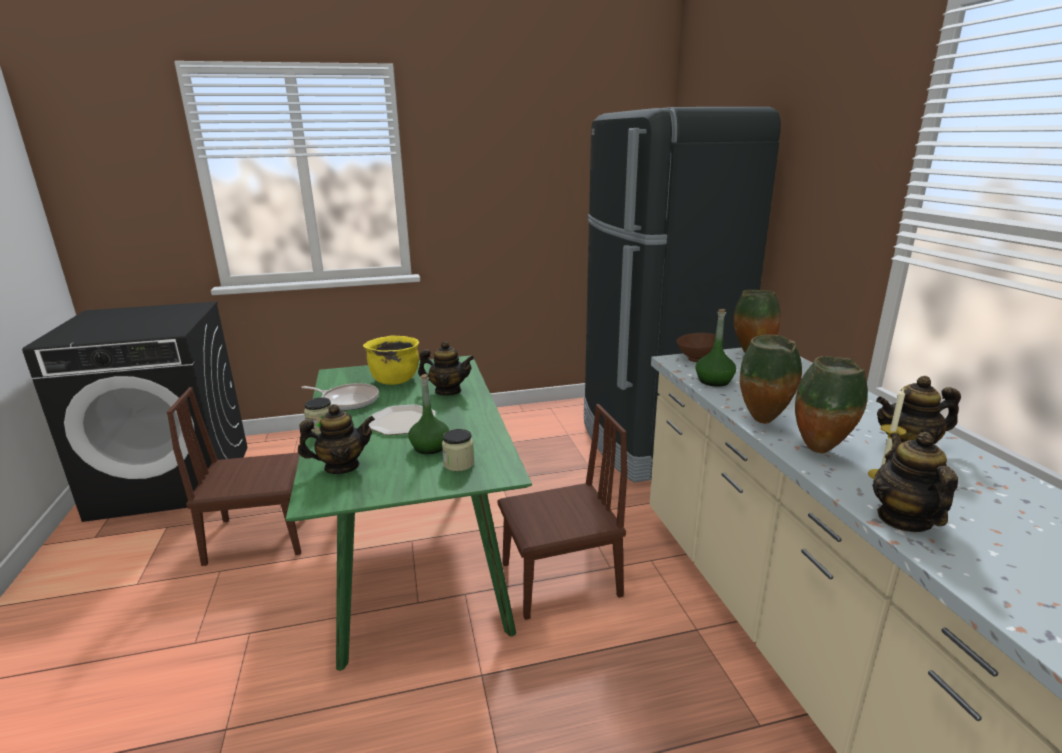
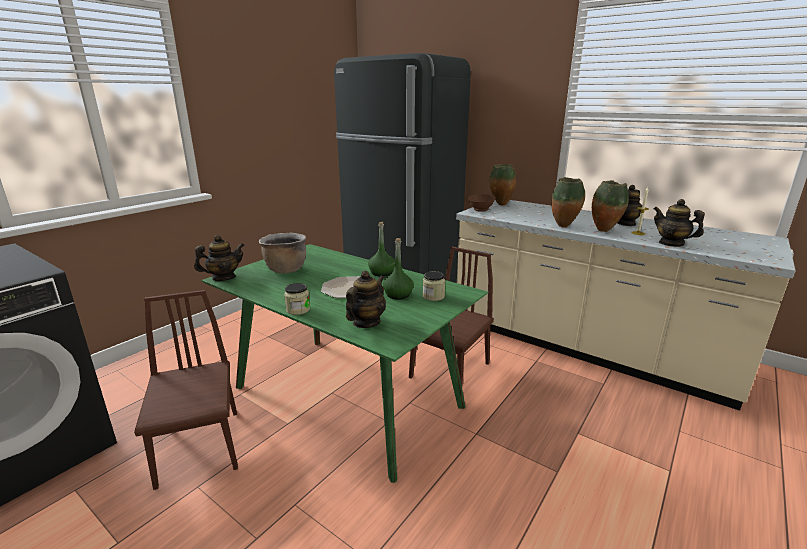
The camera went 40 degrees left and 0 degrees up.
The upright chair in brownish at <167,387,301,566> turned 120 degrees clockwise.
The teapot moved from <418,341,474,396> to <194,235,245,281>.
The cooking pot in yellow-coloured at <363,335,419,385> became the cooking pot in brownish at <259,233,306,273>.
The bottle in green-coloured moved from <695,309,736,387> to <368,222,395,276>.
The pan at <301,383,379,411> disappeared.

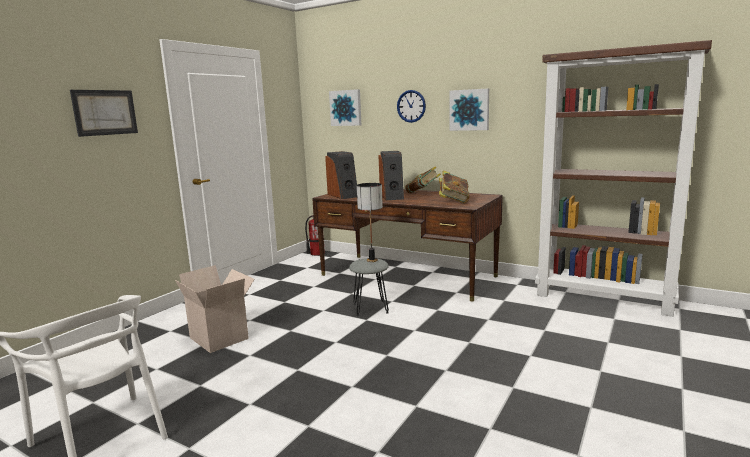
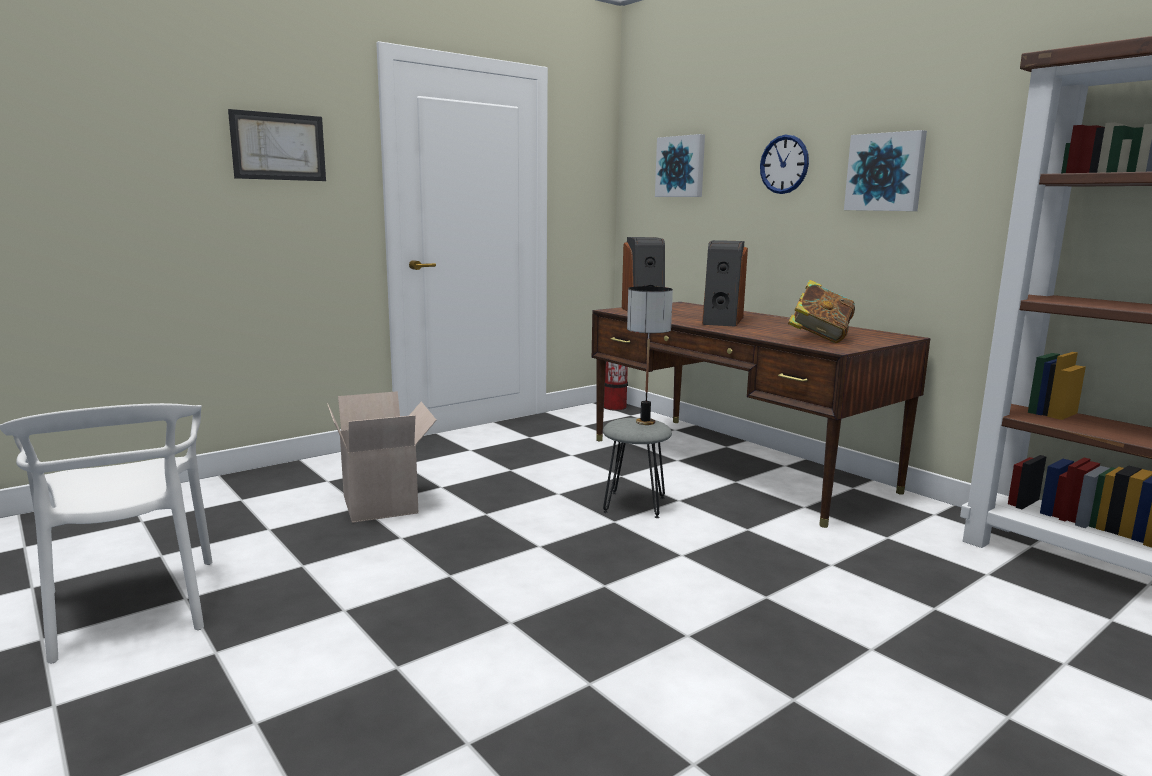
The camera went 20 degrees right and 0 degrees up.
The bound book at <405,166,441,193> disappeared.

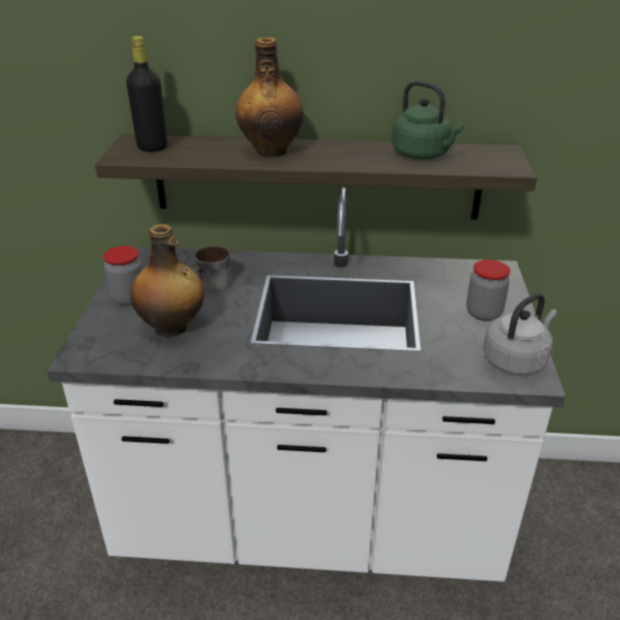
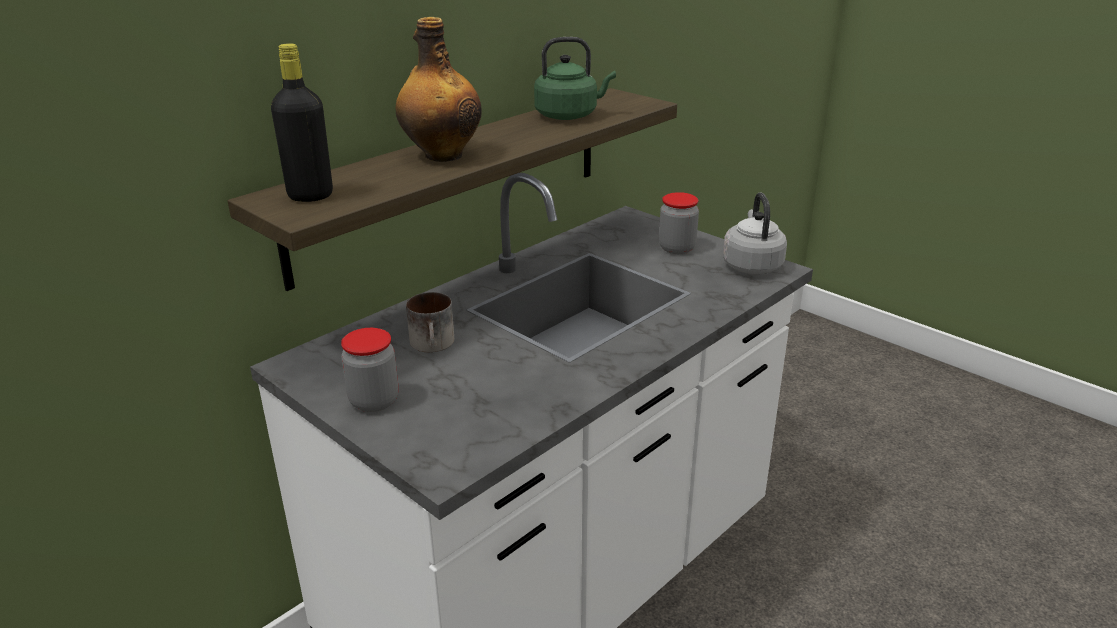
The camera went 50 degrees left and 5 degrees down.
The bottle at <130,224,204,337> disappeared.

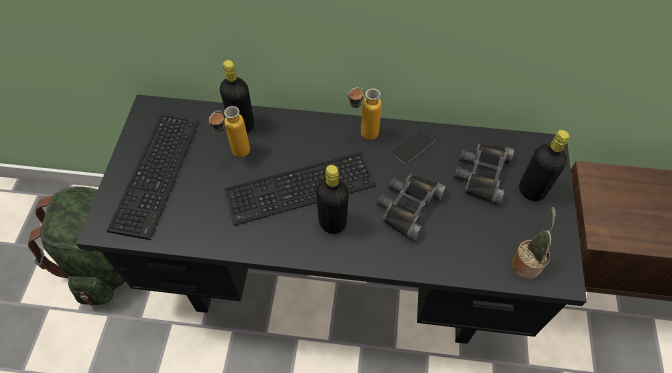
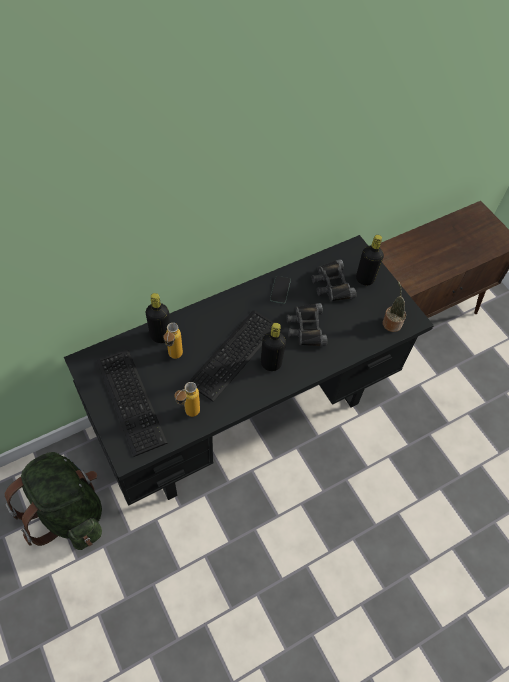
The camera went 40 degrees left and 0 degrees up.
The bottle moved from <348,87,382,140> to <174,382,200,417>.

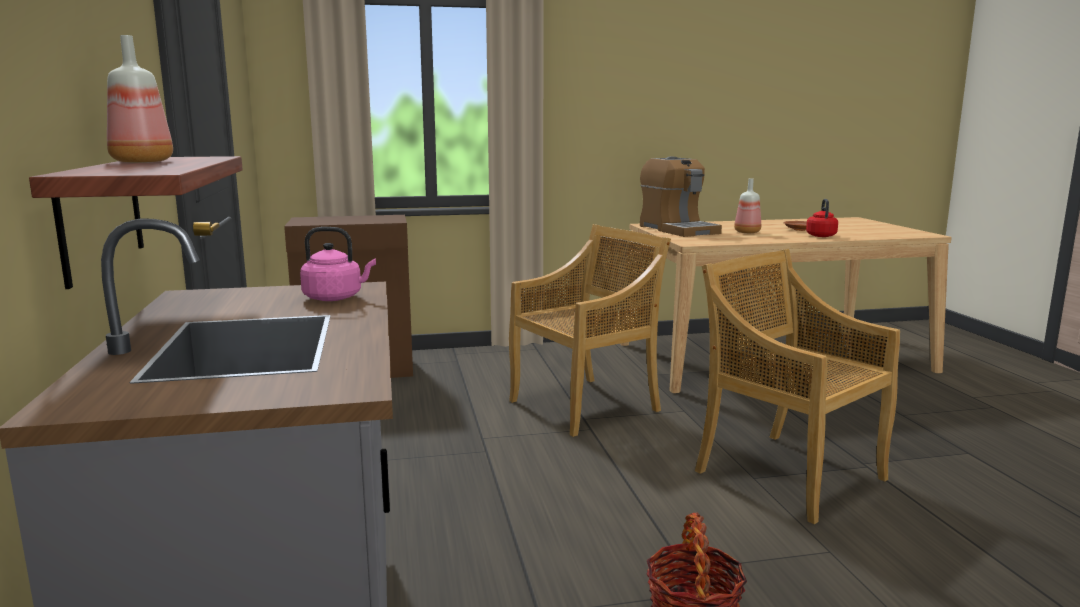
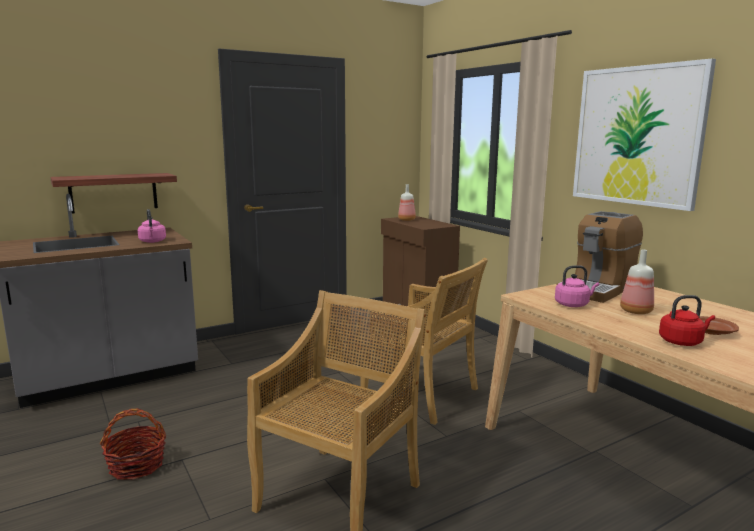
The camera went 70 degrees right and 0 degrees up.
The bottle moved from <107,35,173,163> to <398,184,416,221>.
The kettle in pink-coloured at <555,265,599,307> appeared.
The picture at <573,58,716,211> appeared.

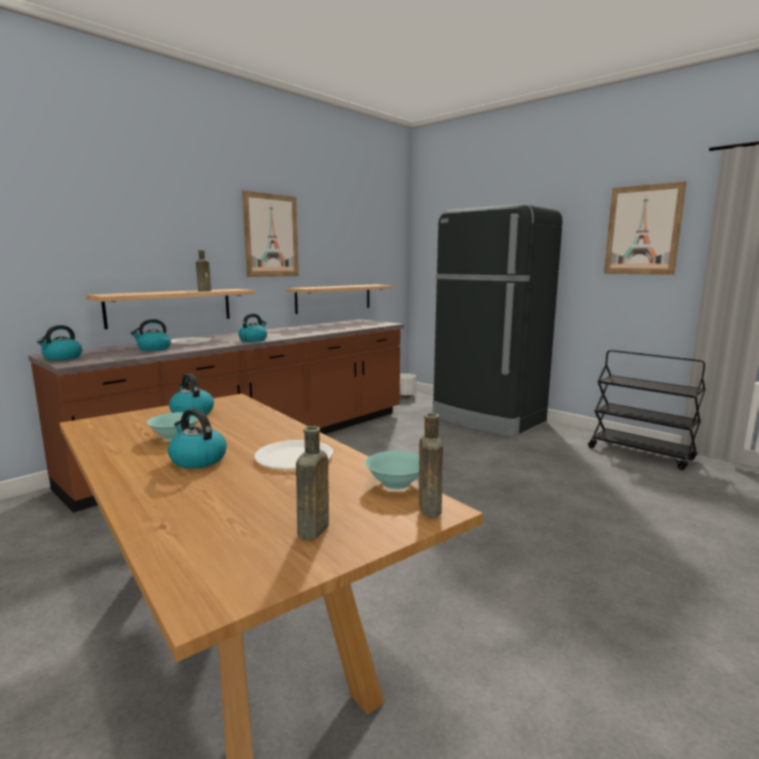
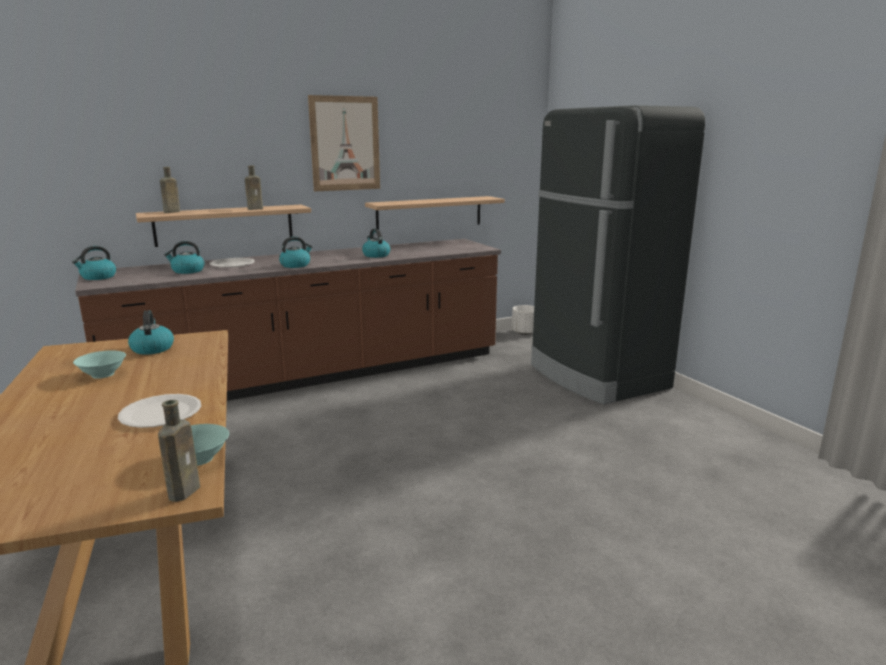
The camera went 20 degrees right and 5 degrees up.
The bottle in brownish moved from <296,426,329,540> to <160,167,180,213>.
The kettle moved from <168,409,227,468> to <362,229,390,258>.
The wheeled cart in black at <588,350,705,470> disappeared.
The picture at <604,181,686,275> disappeared.

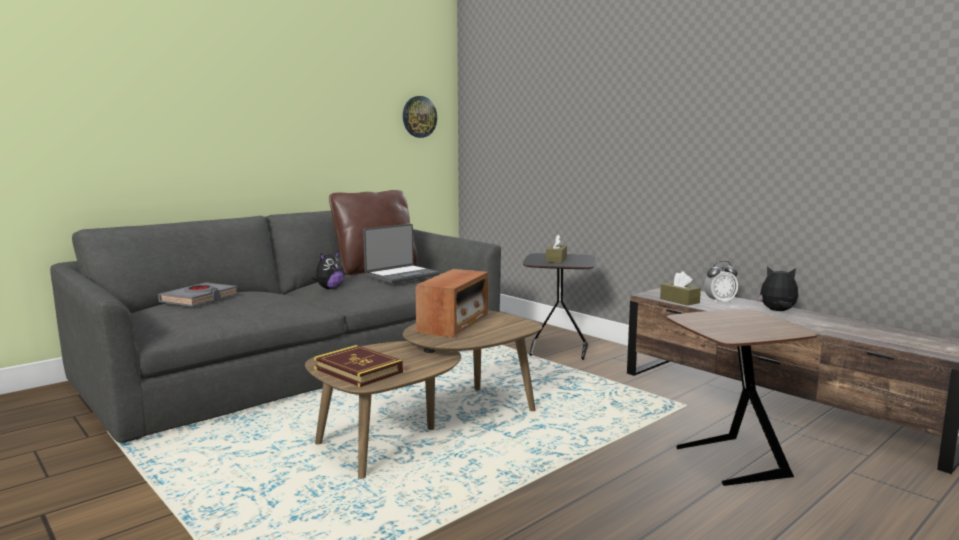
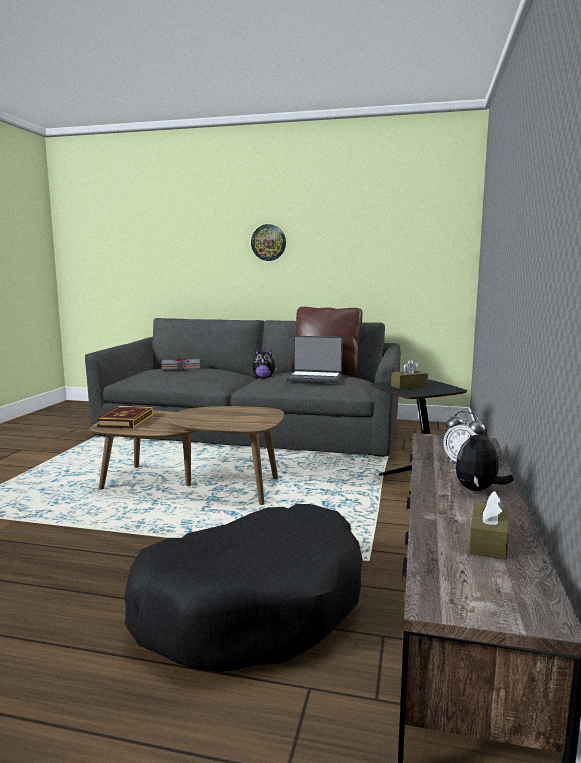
The camera went 55 degrees right and 0 degrees up.
The accent table in brownish at <666,309,817,486> was replaced by the dog bed in black at <124,504,363,672>.
The hanging clock moved from <403,96,437,138> to <251,224,286,261>.
The soft toy at <758,267,799,311> turned 120 degrees counterclockwise.
The box of tissues in brownish moved from <660,271,701,306> to <469,491,509,560>.
The radio at <415,269,488,337> disappeared.

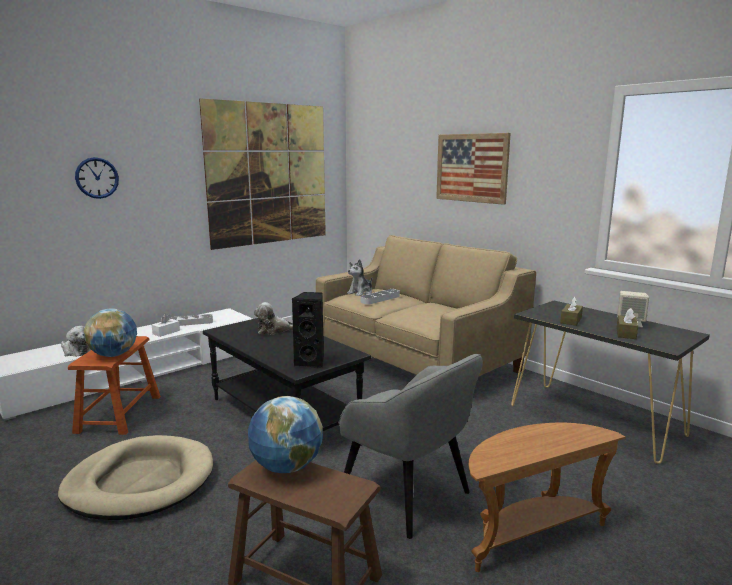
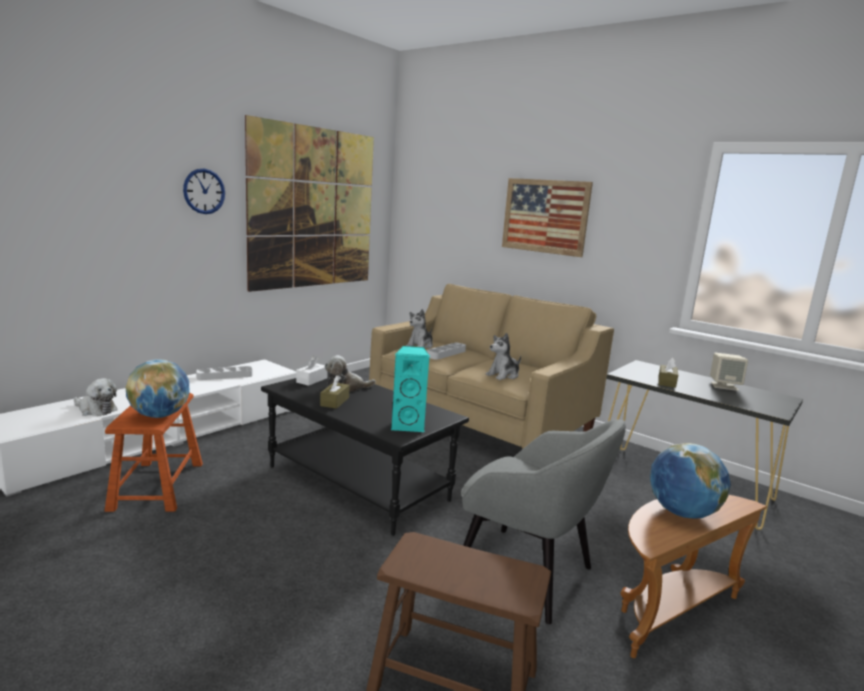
The camera went 10 degrees left and 0 degrees up.
The hanging clock moved from <75,157,119,199> to <183,169,225,214>.
The box of tissues in whitish moved from <152,313,180,337> to <296,356,328,386>.
The box of tissues in brownish moved from <616,308,638,339> to <320,375,350,409>.
The speaker in black at <291,292,324,368> became the speaker in turquoise-coloured at <391,346,429,433>.
The soft toy at <486,333,521,380> appeared.
The desk globe moved from <248,396,323,473> to <650,443,731,519>.
The dog bed in beige-coloured at <58,435,213,520> disappeared.

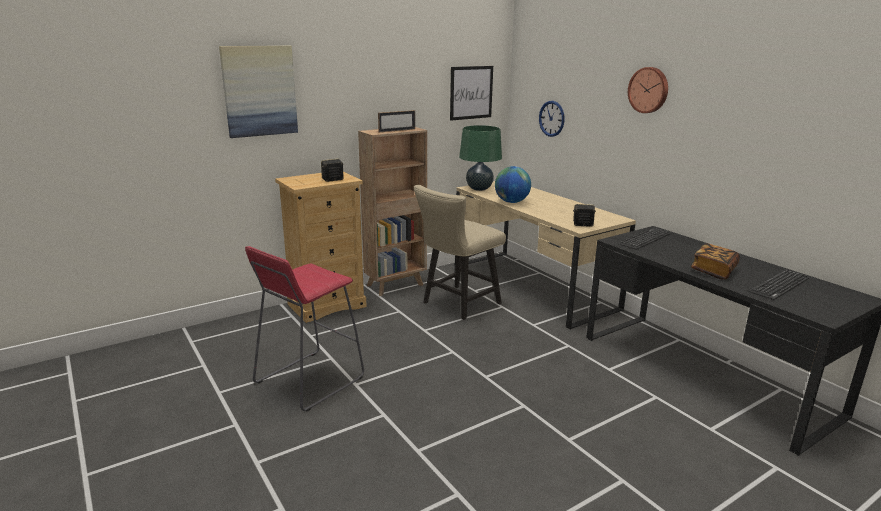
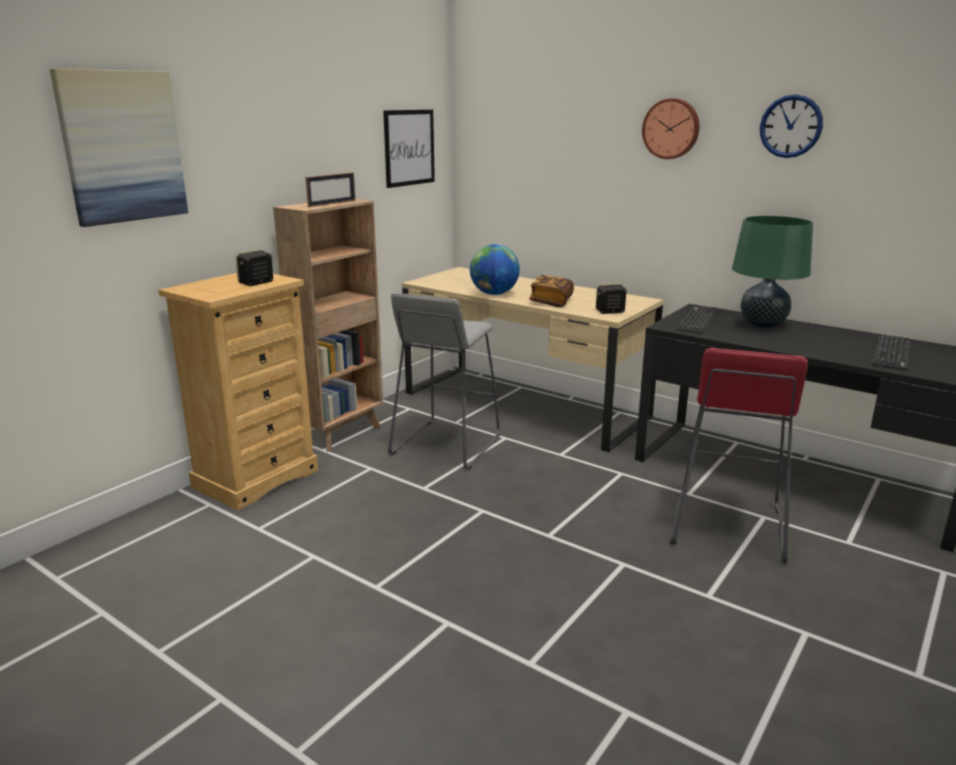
The camera went 20 degrees left and 0 degrees up.
The upright chair in beige-coloured at <413,185,506,320> was replaced by the sitting stool in gray at <388,293,500,470>.
The bound book moved from <691,243,740,280> to <529,275,574,307>.
The sitting stool in red moved from <245,246,364,412> to <670,348,808,564>.
The lamp for a table in green-coloured moved from <459,125,502,191> to <732,215,813,328>.
The hanging clock moved from <539,101,565,137> to <760,94,823,158>.

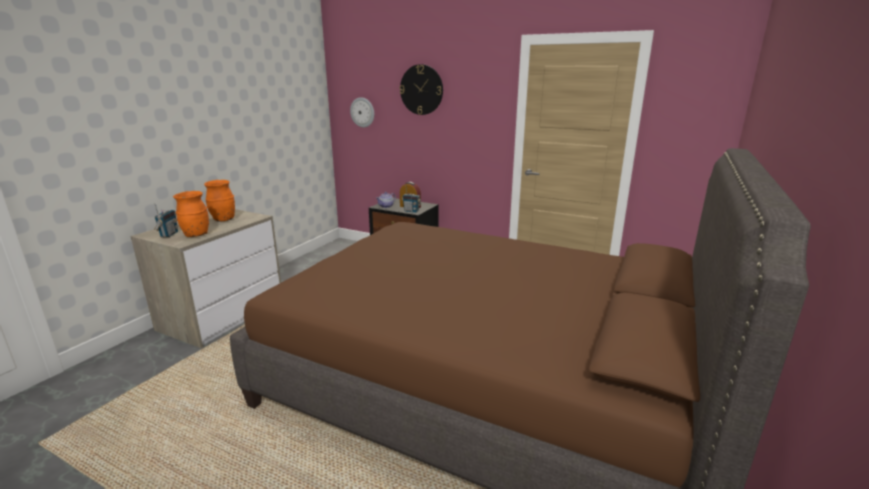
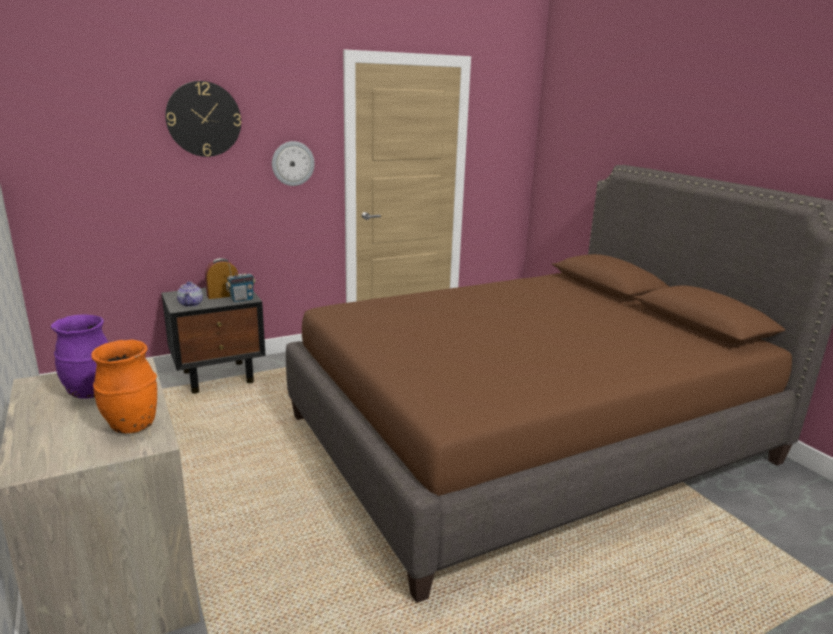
The camera went 55 degrees left and 0 degrees up.
The flower vase in orangey at <204,180,235,221> became the flower vase in purple at <51,315,108,399>.
The hanging clock moved from <350,97,374,128> to <272,141,315,186>.
The radio at <154,203,178,237> disappeared.

